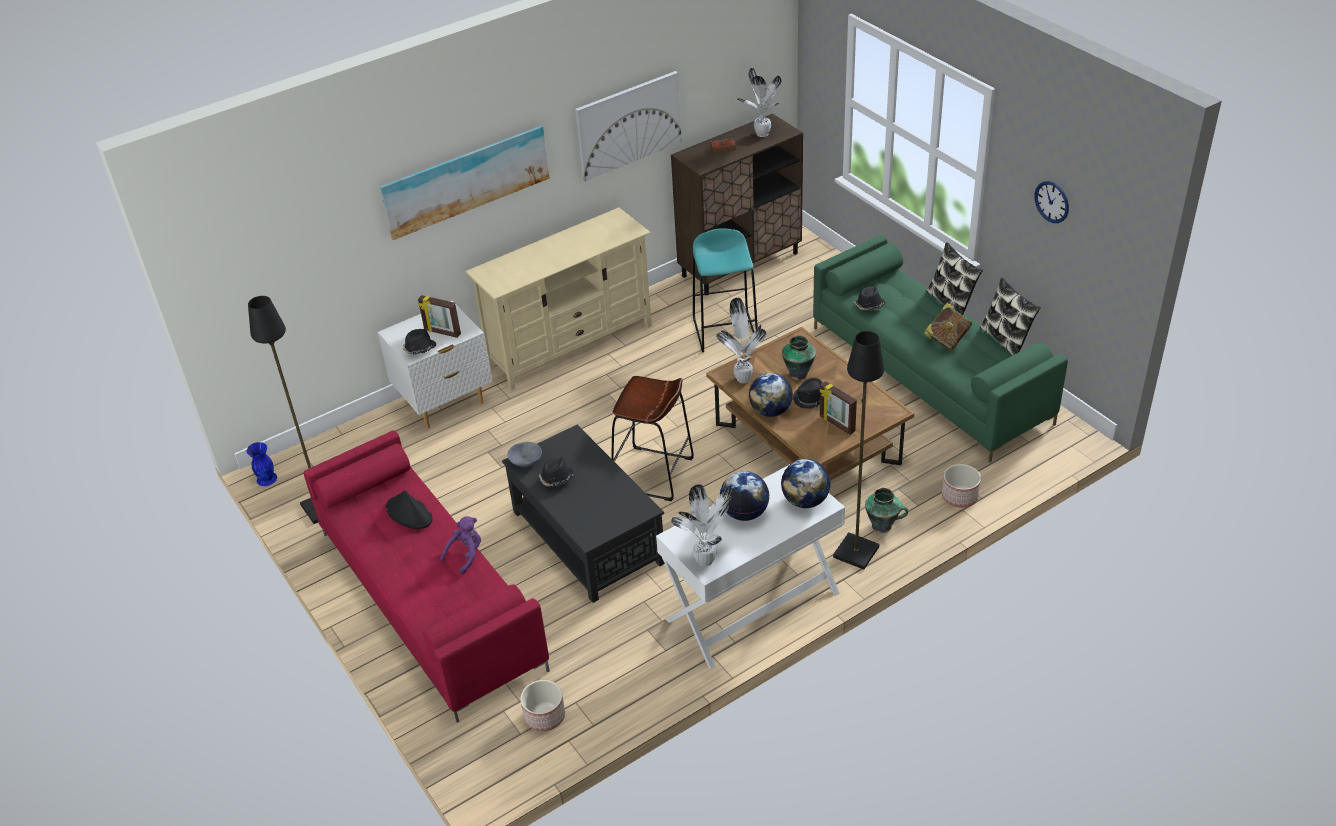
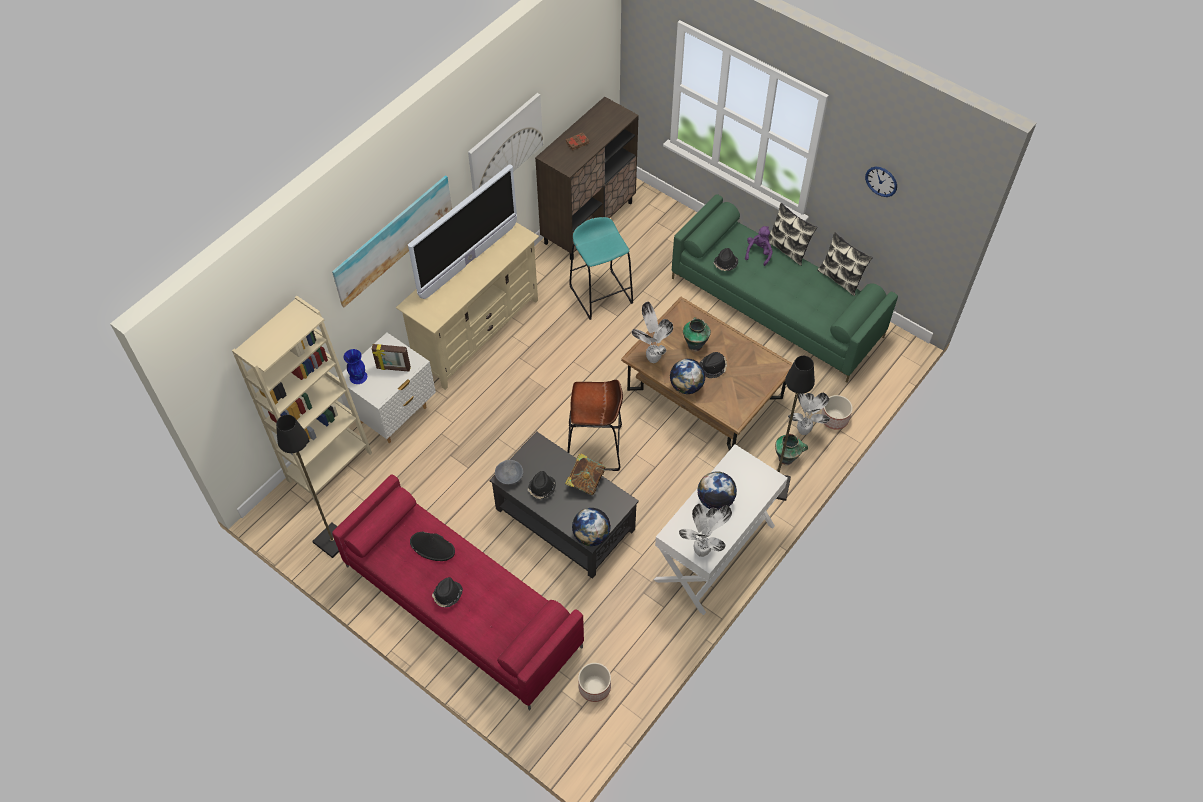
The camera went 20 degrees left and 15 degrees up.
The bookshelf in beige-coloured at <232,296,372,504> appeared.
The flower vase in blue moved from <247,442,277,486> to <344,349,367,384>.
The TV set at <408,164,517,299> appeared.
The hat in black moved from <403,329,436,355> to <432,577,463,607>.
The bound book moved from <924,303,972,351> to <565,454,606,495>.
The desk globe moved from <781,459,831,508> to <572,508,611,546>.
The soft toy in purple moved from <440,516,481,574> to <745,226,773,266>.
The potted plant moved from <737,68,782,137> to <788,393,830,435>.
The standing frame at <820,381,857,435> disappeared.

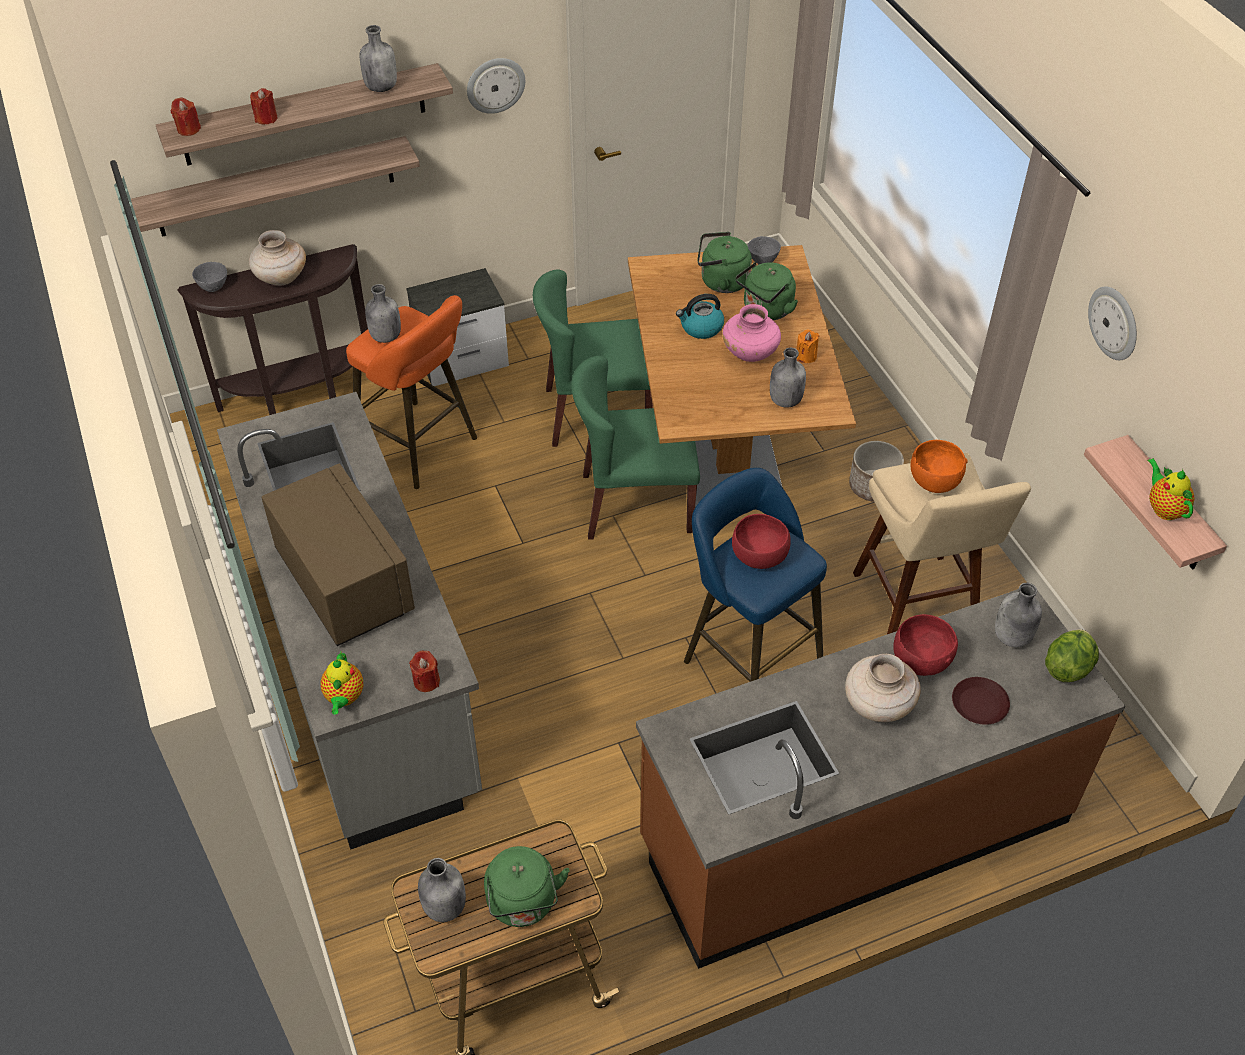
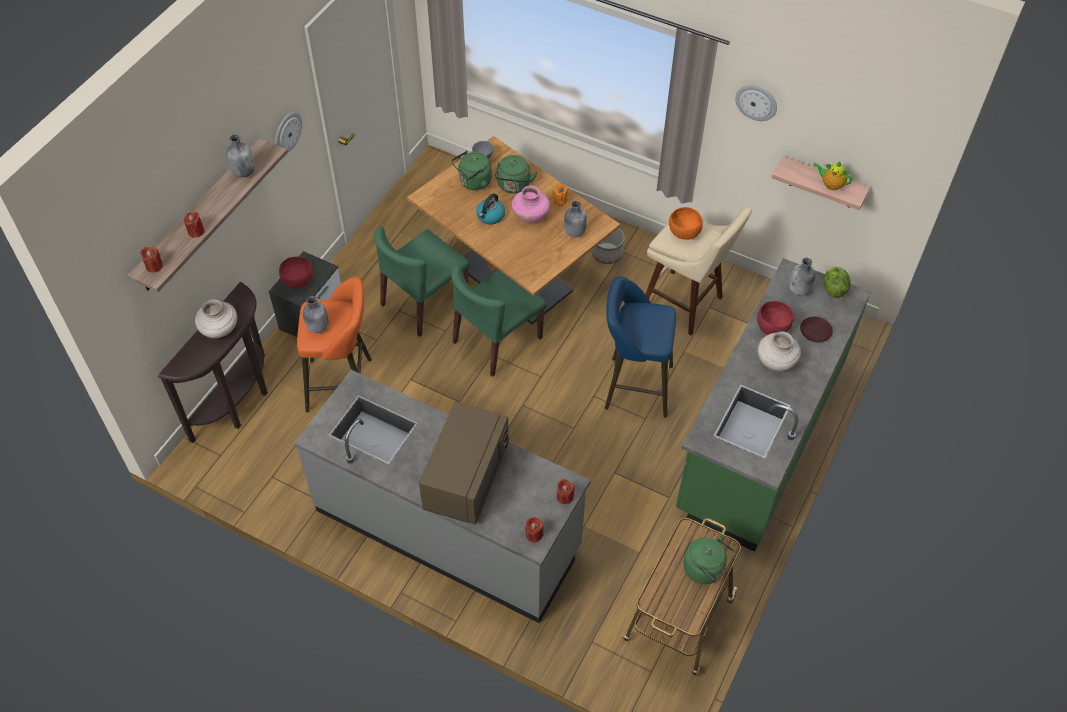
The camera went 40 degrees left and 5 degrees up.
The serving bowl in red moved from <732,514,791,569> to <279,256,313,288>.
The microwave oven in brownish at <262,463,415,646> turned 90 degrees clockwise.
The teapot at <321,652,364,714> was replaced by the wax light in red at <525,517,544,542>.
The counter in brownish at <636,589,1125,969> became the counter in green-coloured at <676,258,871,552>.
The shelf at <131,136,420,237> disappeared.
The serving bowl in gray at <192,262,227,292> disappeared.
The bottle in gray at <418,858,466,922> disappeared.

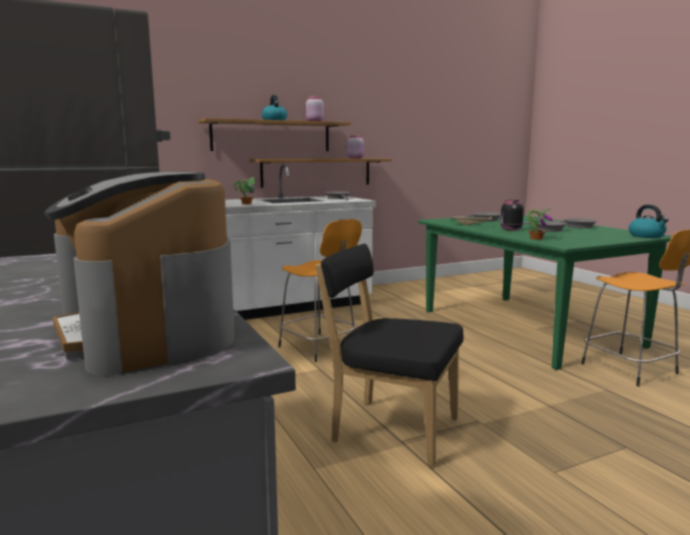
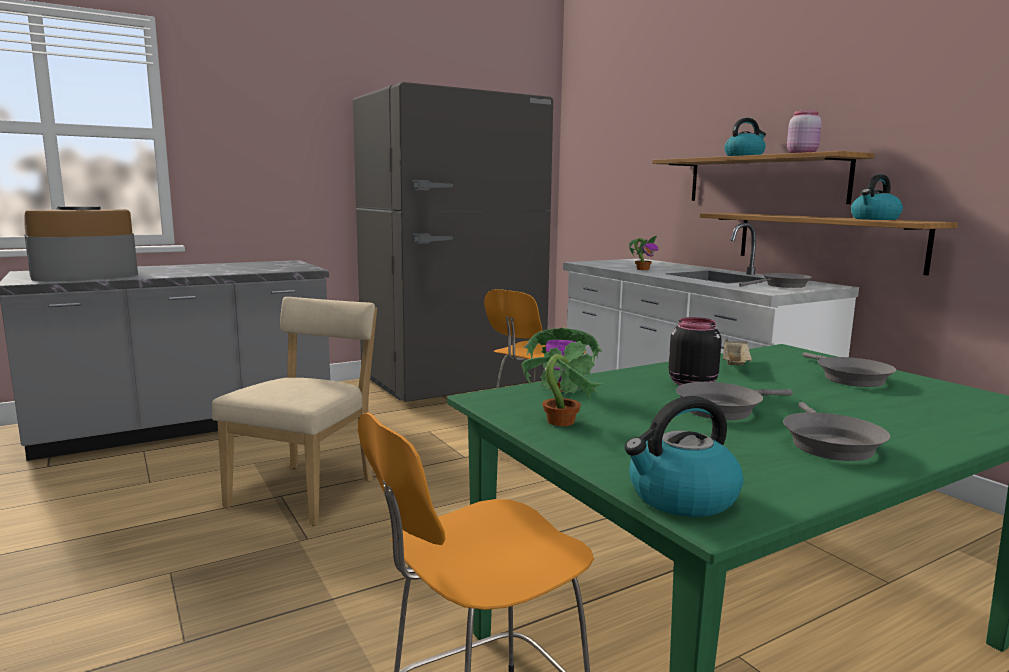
The camera went 85 degrees right and 0 degrees up.
The upright chair in black at <315,244,463,467> became the upright chair in beige-coloured at <212,297,377,526>.
The potted plant at <521,341,604,426> appeared.
The preserve jar in pink-coloured at <347,135,364,158> was replaced by the kettle at <851,175,903,220>.

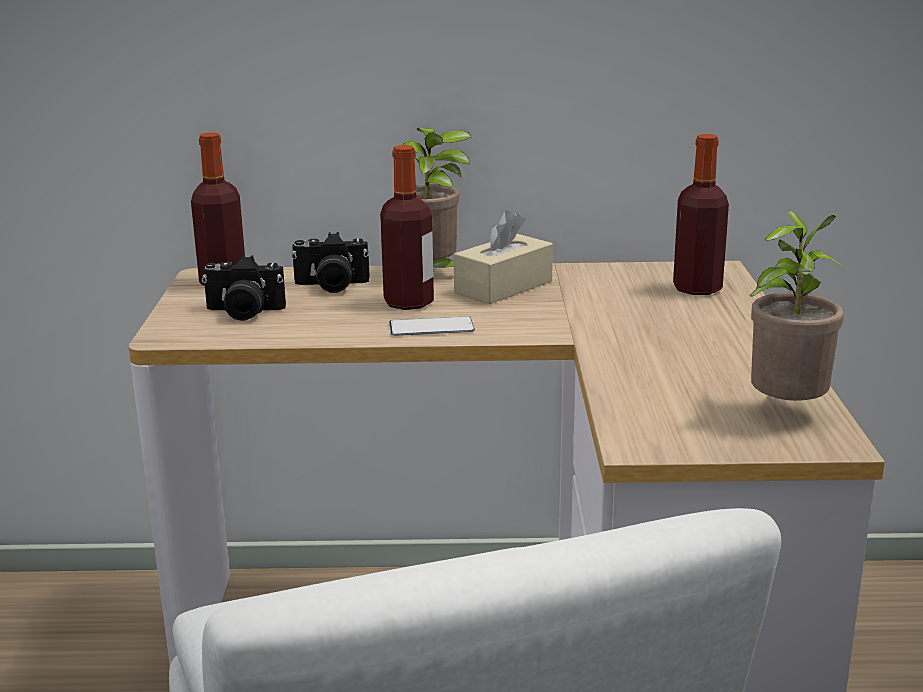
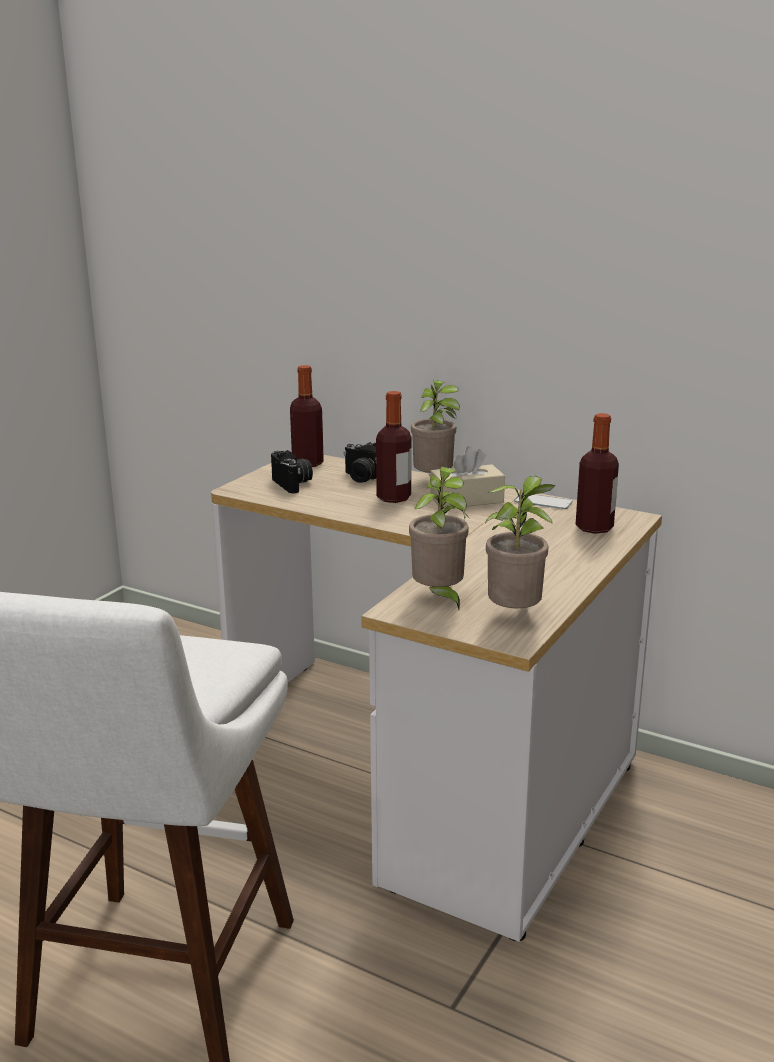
The camera went 30 degrees right and 0 degrees up.
The still camera at <202,255,286,321> turned 150 degrees counterclockwise.
The potted plant at <409,467,469,610> appeared.
The telephone moved from <389,316,475,336> to <514,494,573,509>.

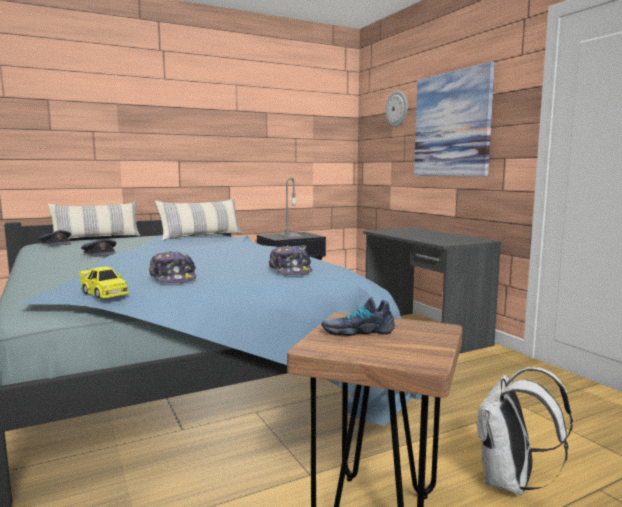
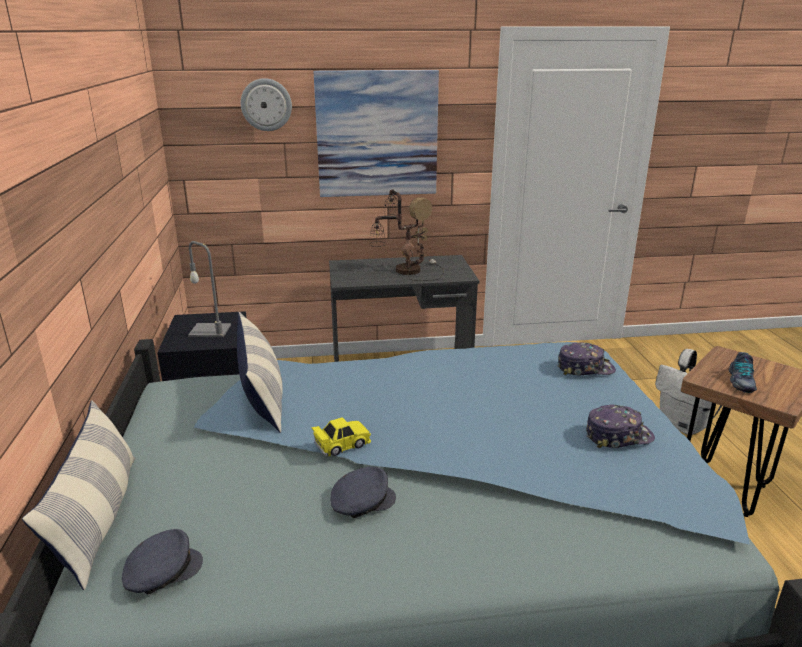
The camera went 70 degrees left and 15 degrees up.
The toy car in yellow-coloured moved from <79,266,129,298> to <312,417,371,456>.
The lamp for a table at <369,189,444,281> appeared.

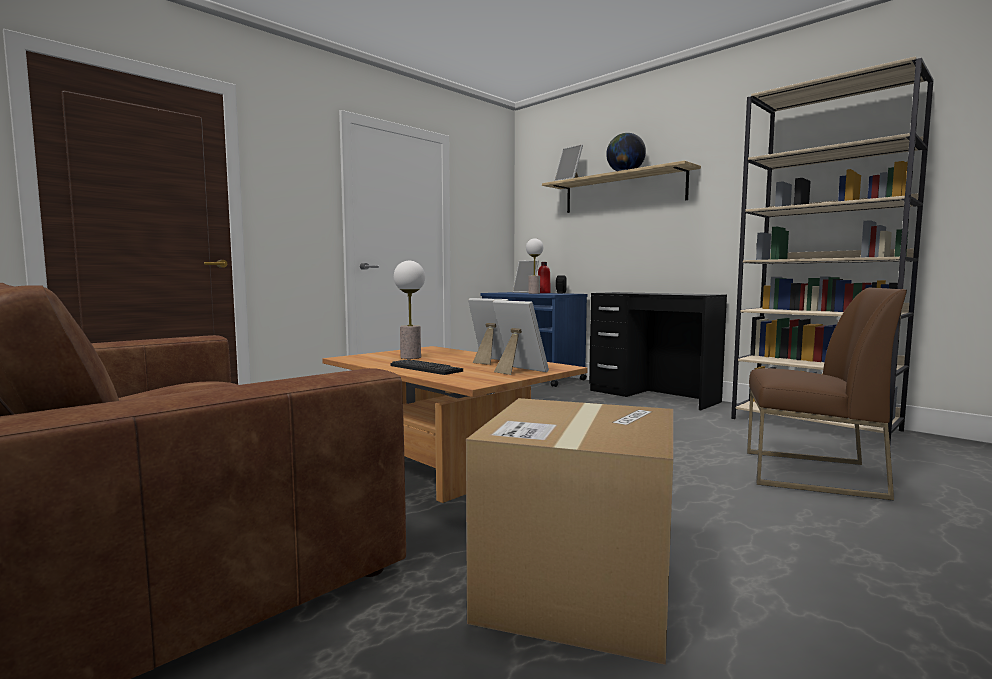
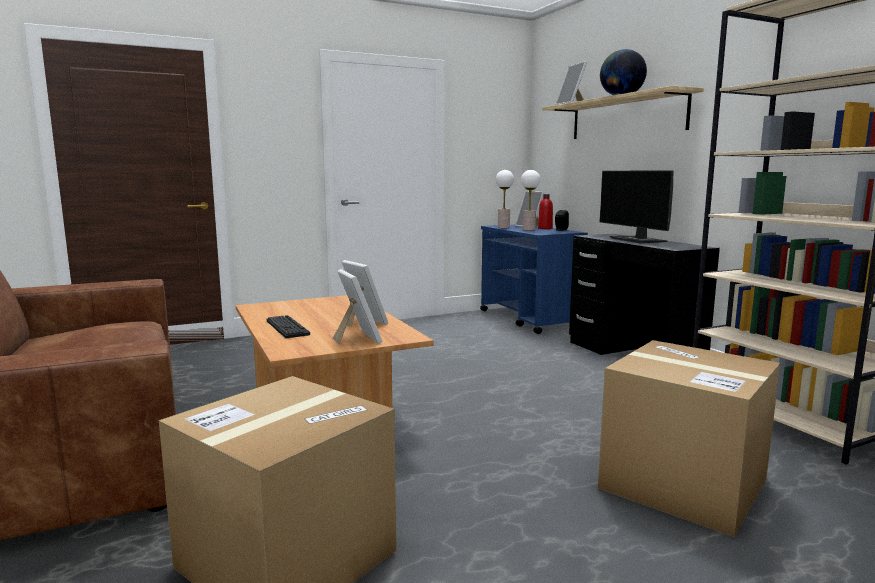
The camera went 20 degrees right and 5 degrees up.
The lamp for a table moved from <394,261,425,359> to <496,170,514,228>.
The upright chair in brownish at <747,287,907,500> was replaced by the packing box at <598,340,780,537>.
The computer screen at <600,170,673,244> appeared.

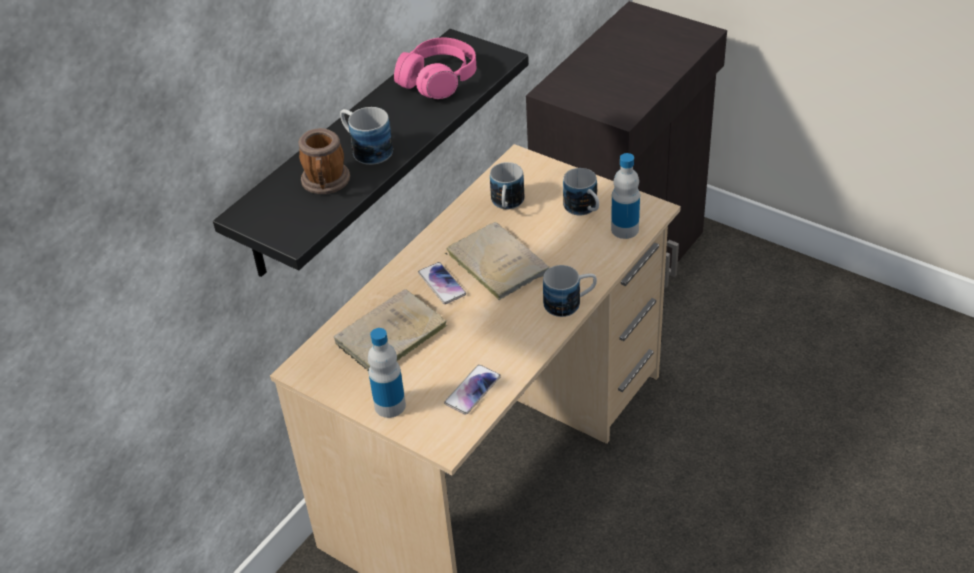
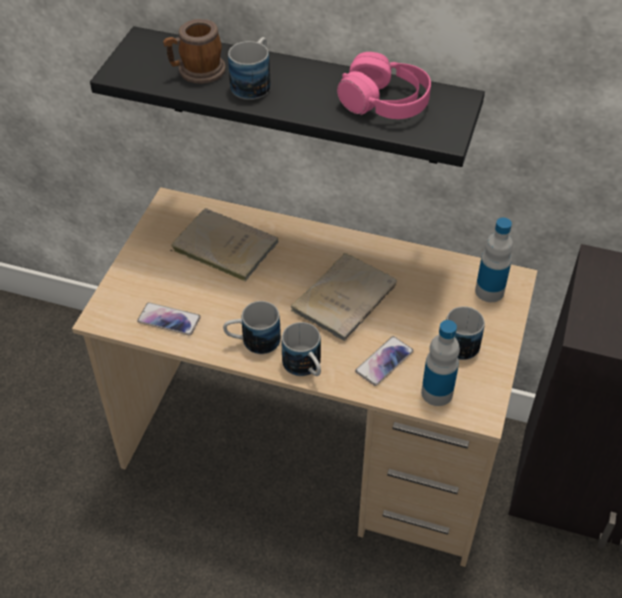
The camera went 70 degrees right and 5 degrees up.
The tea mug moved from <490,162,524,209> to <223,301,281,354>.
The telephone moved from <418,262,466,304> to <355,336,414,386>.
The bottle moved from <368,328,406,418> to <475,217,513,302>.

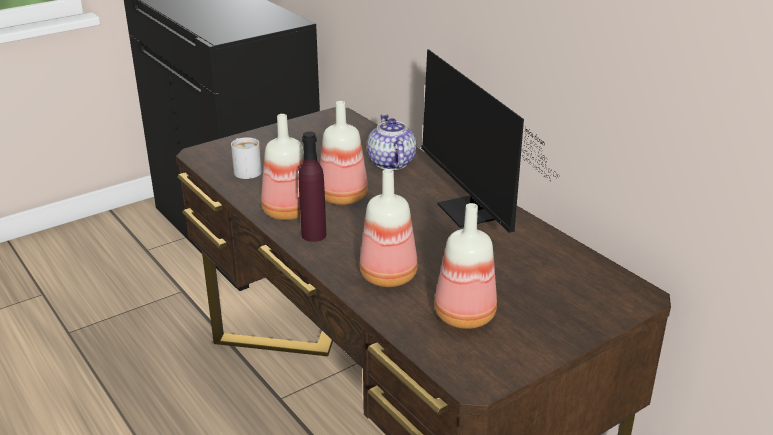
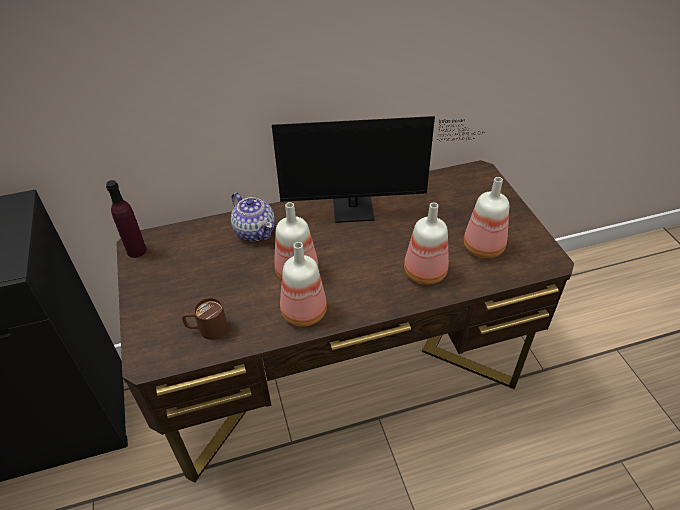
The camera went 70 degrees left and 15 degrees up.
The bottle in purple moved from <299,131,326,242> to <106,180,147,258>.
The tea mug in whitish at <231,137,262,179> became the tea mug in brownish at <182,297,228,340>.
The teapot at <367,114,417,170> turned 135 degrees counterclockwise.

